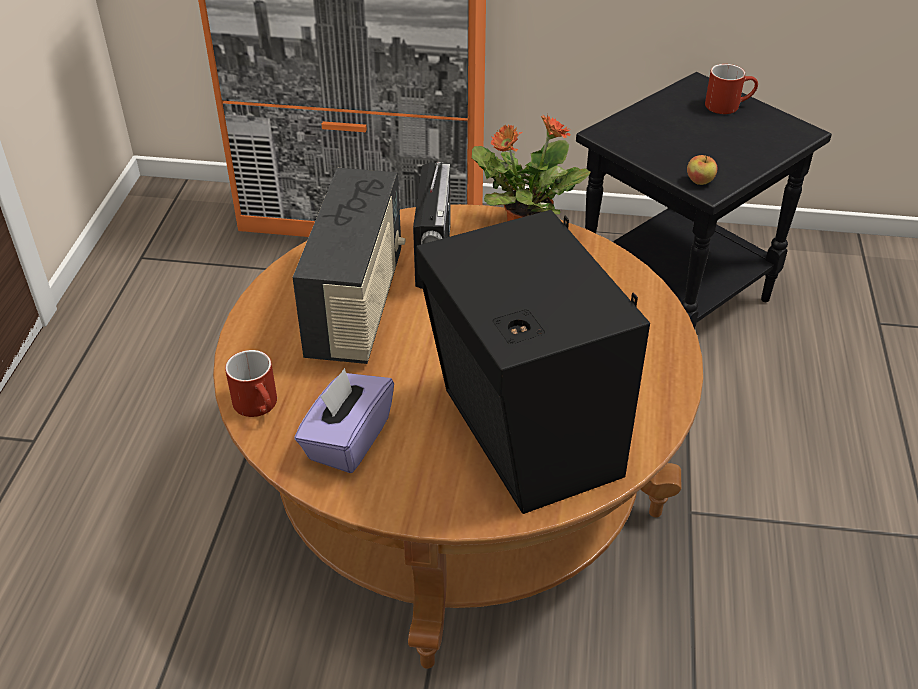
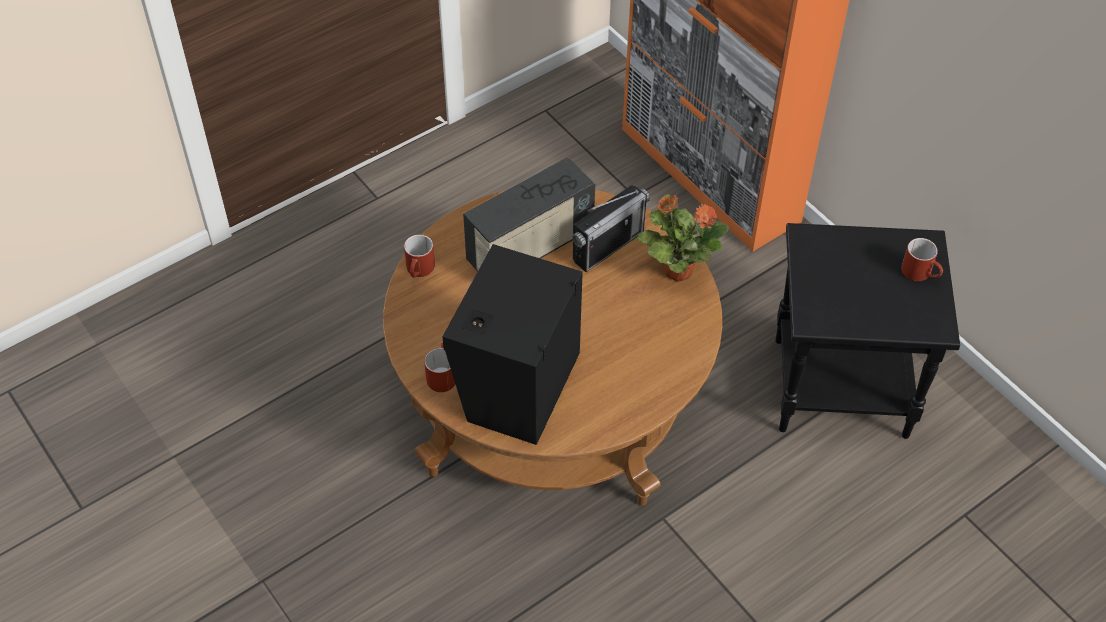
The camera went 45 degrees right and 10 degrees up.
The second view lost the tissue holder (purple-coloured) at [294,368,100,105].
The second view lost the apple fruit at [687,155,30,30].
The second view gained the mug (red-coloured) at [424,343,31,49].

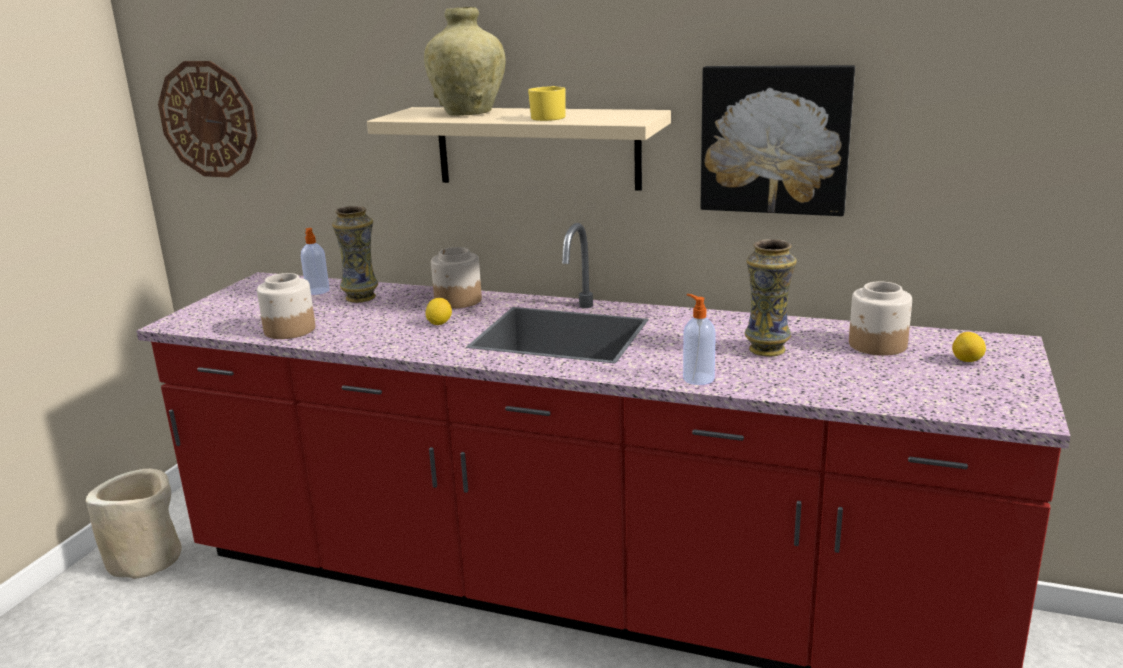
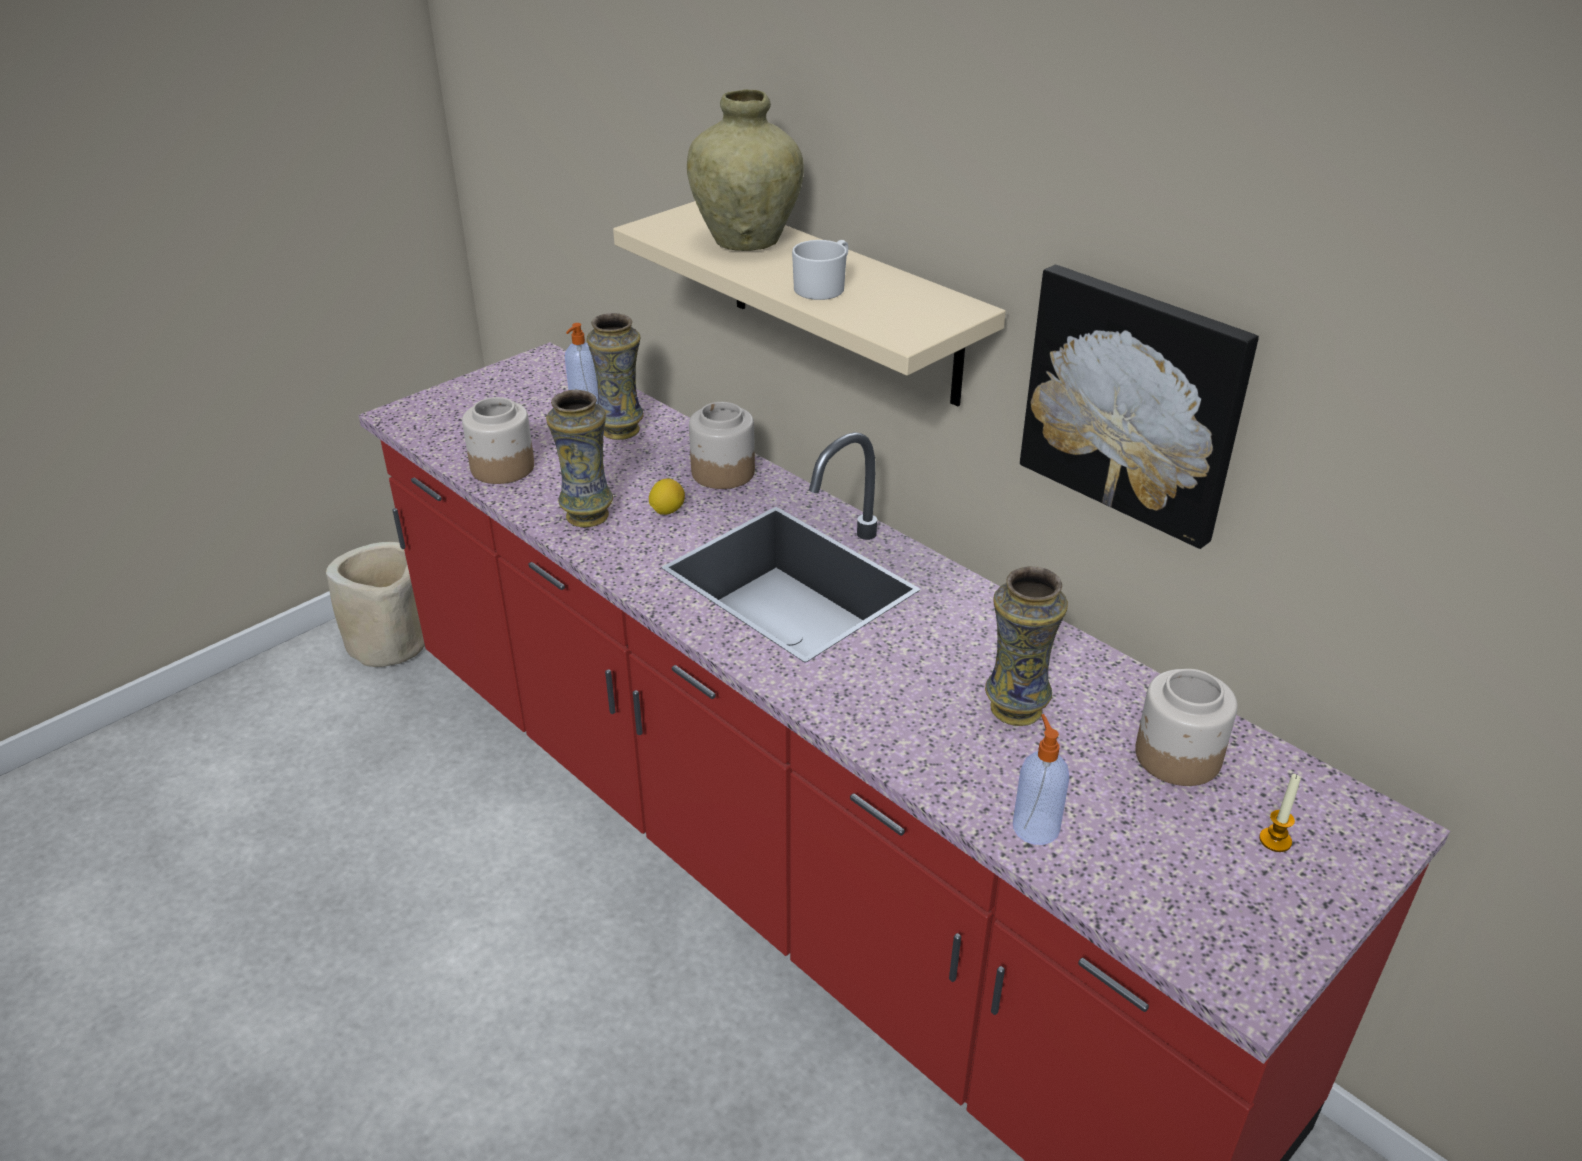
The camera went 25 degrees right and 15 degrees up.
The second view lost the wall clock at [158,61,100,116].
The second view gained the flower vase at [546,390,67,137].
The soap bottle ended up elsewhere, having gone from [683,294,33,91] to [1013,714,56,131].
Where the lemon stood at [952,332,34,30], the wax candle came to stand at [1259,774,41,78].
What was the mug (yellowish) at [528,86,38,35] turned into the mug (white-coloured) at [792,240,56,60].

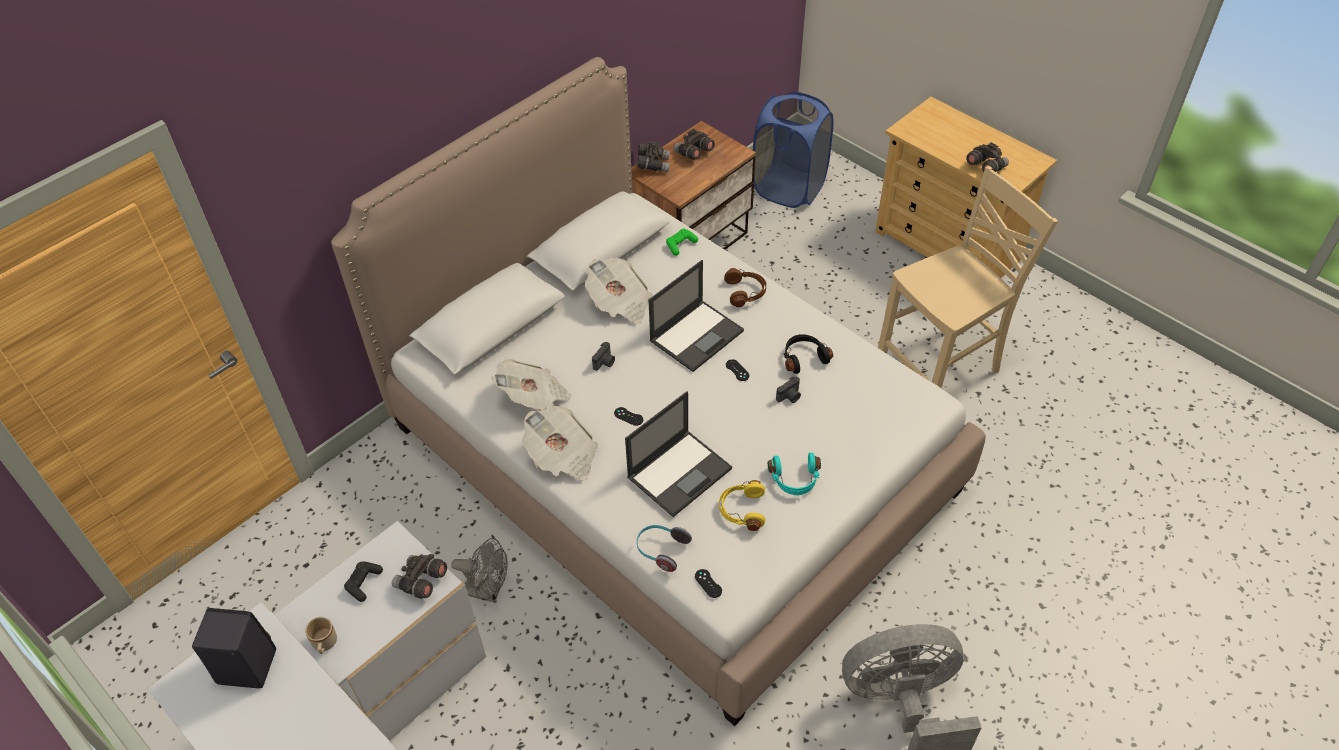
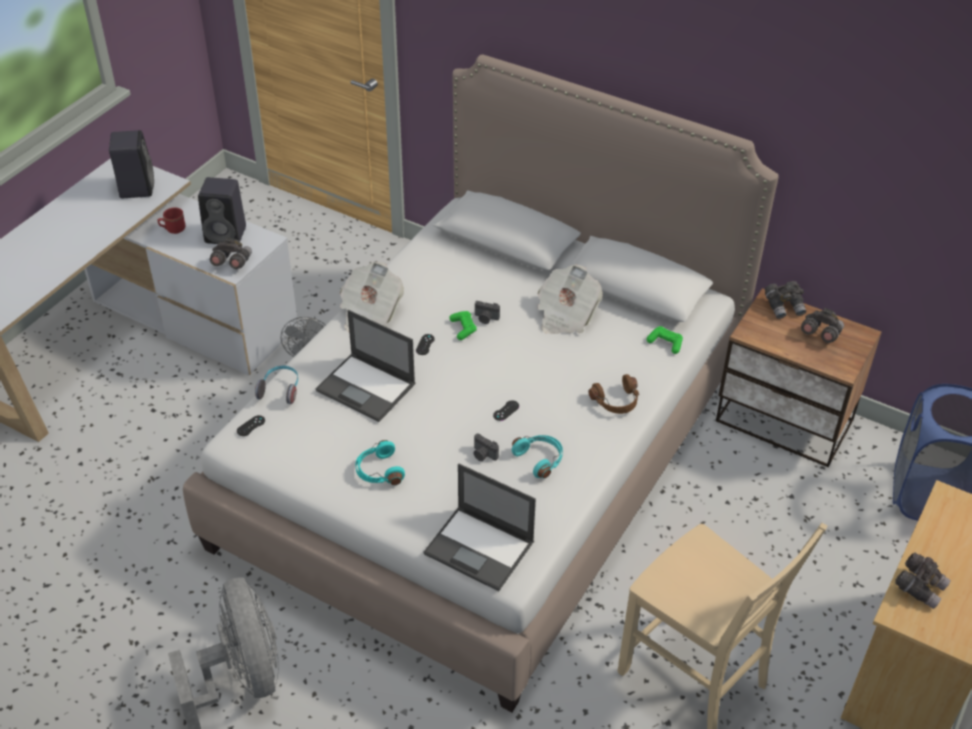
The camera went 75 degrees right and 5 degrees down.
The second view lost the printed paper at [492,359,79,52].
The second view lost the headset (yellowish) at [719,480,47,51].
The second view gained the joypad (greenish) at [449,311,28,29].
The laptop ended up elsewhere, having gone from [649,260,95,112] to [423,464,113,127].
Where the joypad (black) stood at [344,562,39,40], the audio speaker (black) came to stand at [198,177,48,67].
What was the mug (beige-coloured) at [305,617,32,37] turned into the mug (red-coloured) at [157,208,28,26].
What was the headset (black) at [784,334,49,40] turned into the headset (turquoise-coloured) at [512,435,51,44].

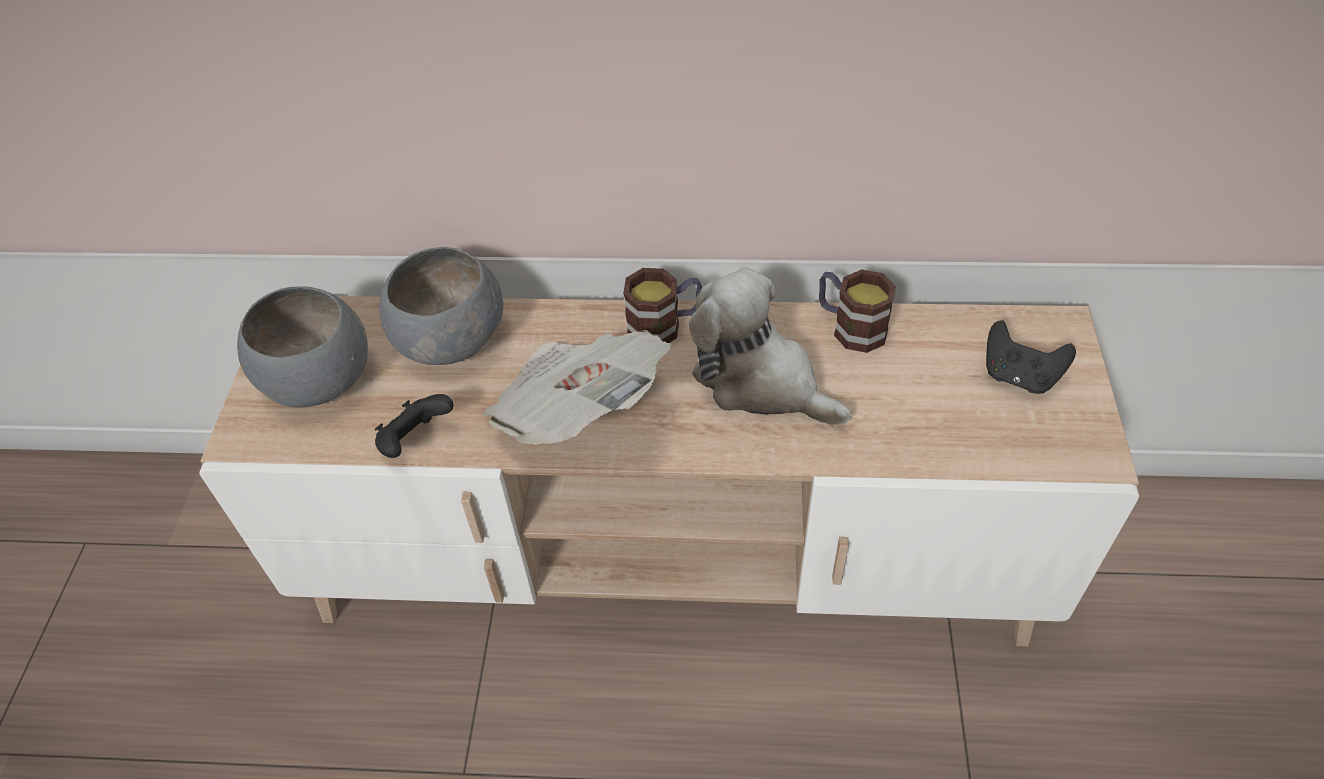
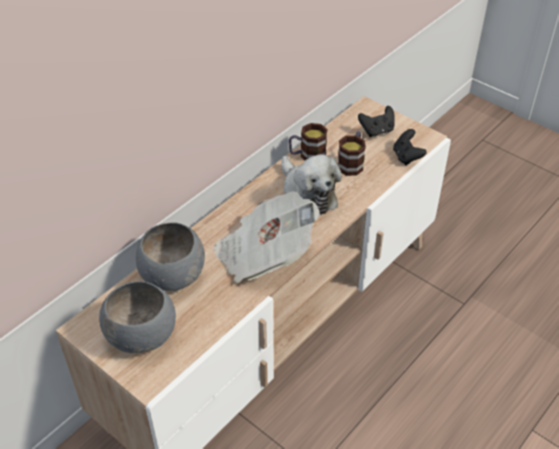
The camera went 55 degrees left and 5 degrees down.
The joypad (black) ended up elsewhere, having gone from [375,394,78,64] to [393,129,34,36].
The mug ended up elsewhere, having gone from [623,268,79,75] to [338,132,28,44].
The soft toy at [688,267,163,158] ended up facing another way, 105 degrees counterclockwise from before.

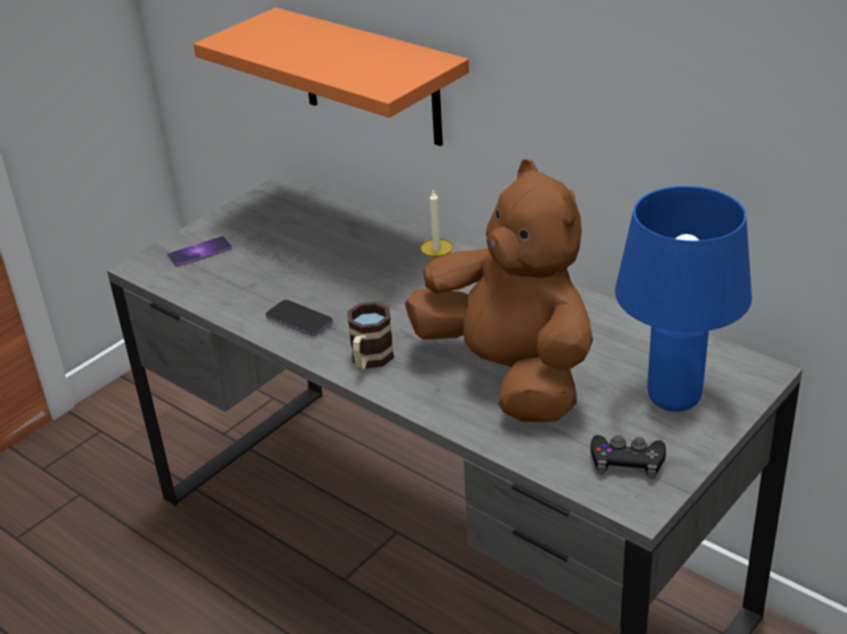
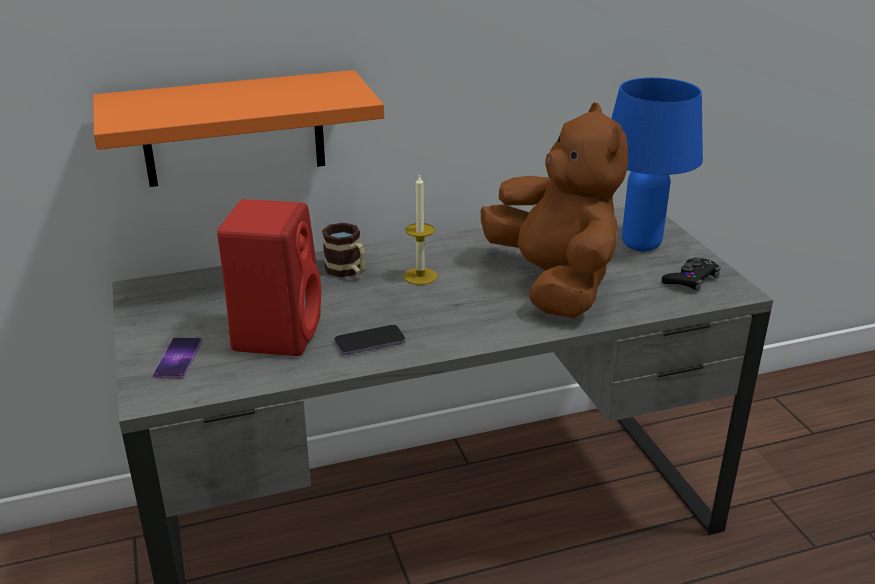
The camera went 60 degrees left and 5 degrees down.
The second view gained the audio speaker (red-coloured) at [217,199,104,157].
The mug ended up elsewhere, having gone from [347,302,47,68] to [322,223,43,54].
The soft toy (brown-coloured) at [405,159,188,263] ended up facing another way, 75 degrees clockwise from before.

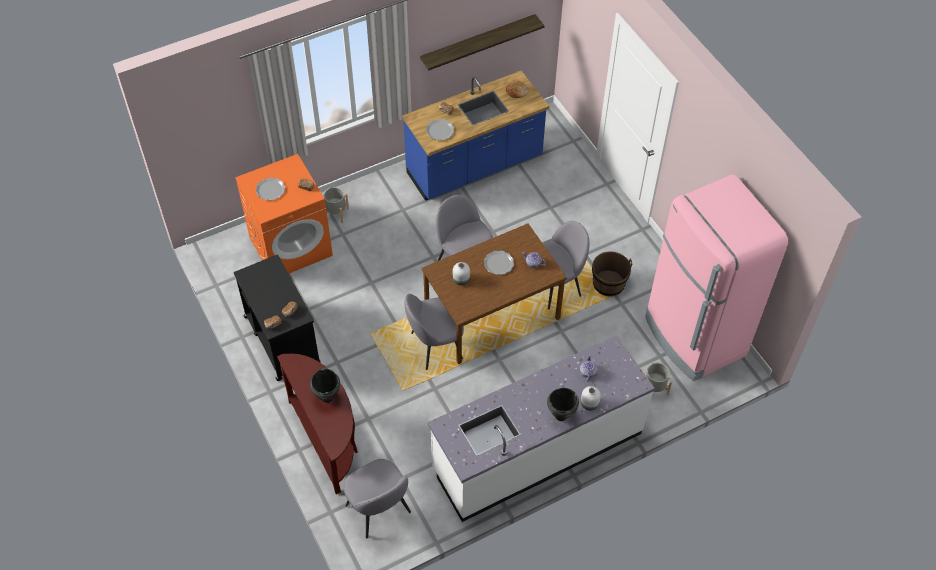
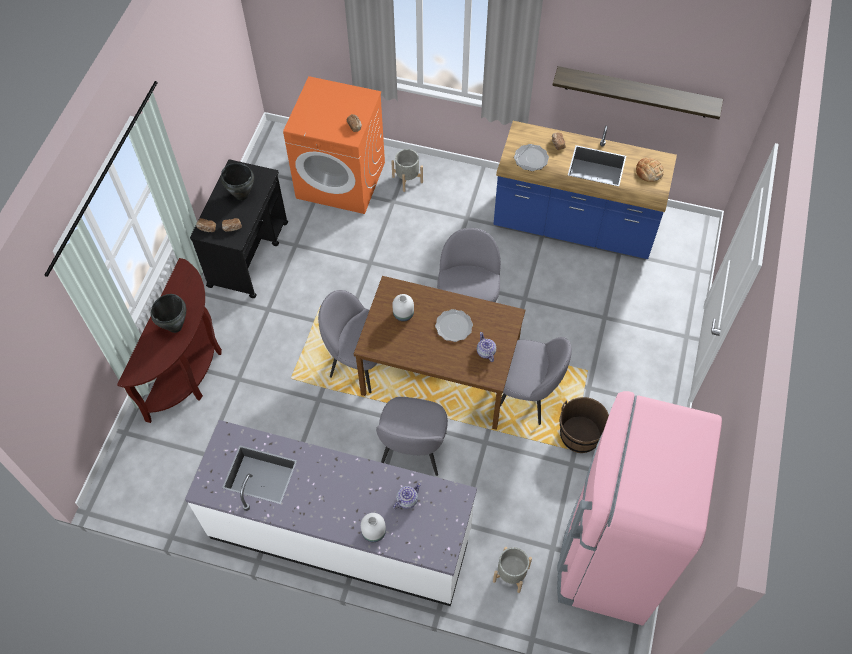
The camera went 45 degrees right and 5 degrees up.
The second view lost the flat dish at [255,178,31,22].
The upright chair (grey) ended up elsewhere, having gone from [344,459,67,79] to [376,397,72,79].
The saucepot (black) ended up elsewhere, having gone from [547,388,32,33] to [221,163,33,38].

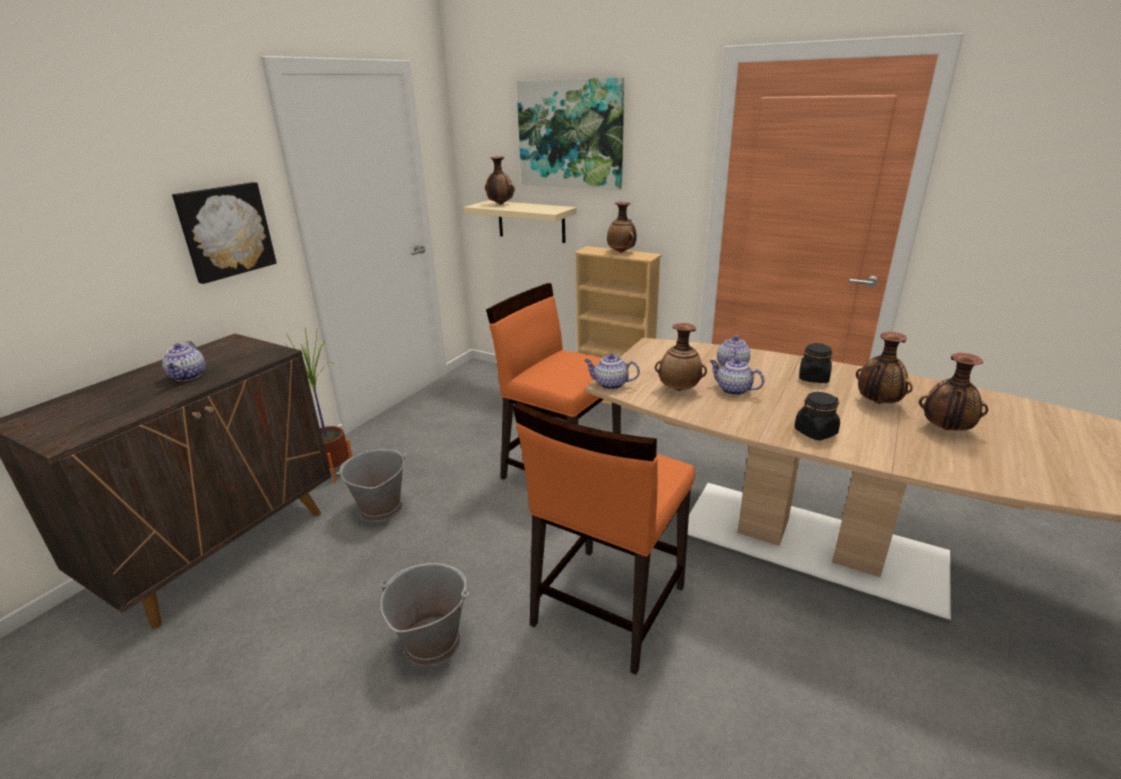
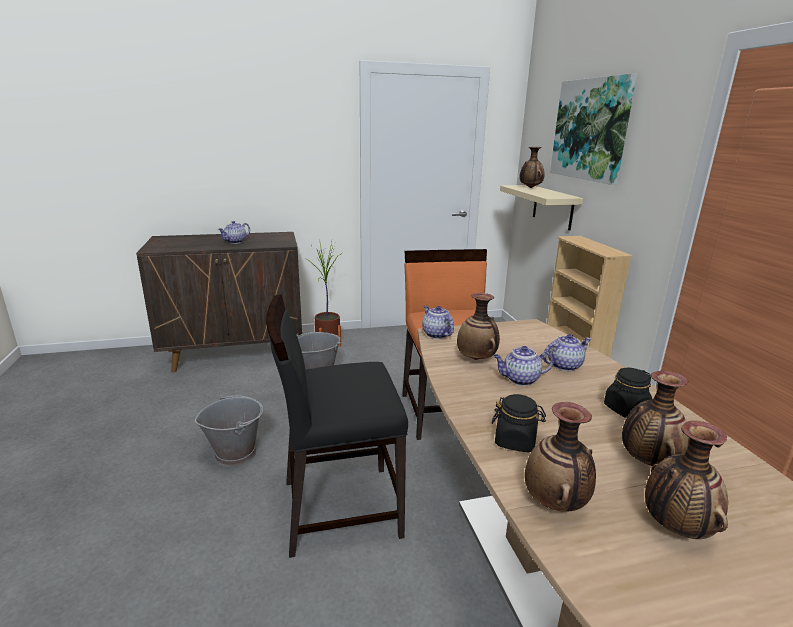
The camera went 45 degrees right and 5 degrees down.
The second view lost the wall art at [172,182,105,102].
The flower vase ended up elsewhere, having gone from [607,202,30,51] to [525,402,71,110].
What was the upright chair (orangey) at [513,402,182,273] turned into the upright chair (black) at [267,294,141,264].
The pot for tea at [710,358,55,37] ended up facing another way, 90 degrees counterclockwise from before.

